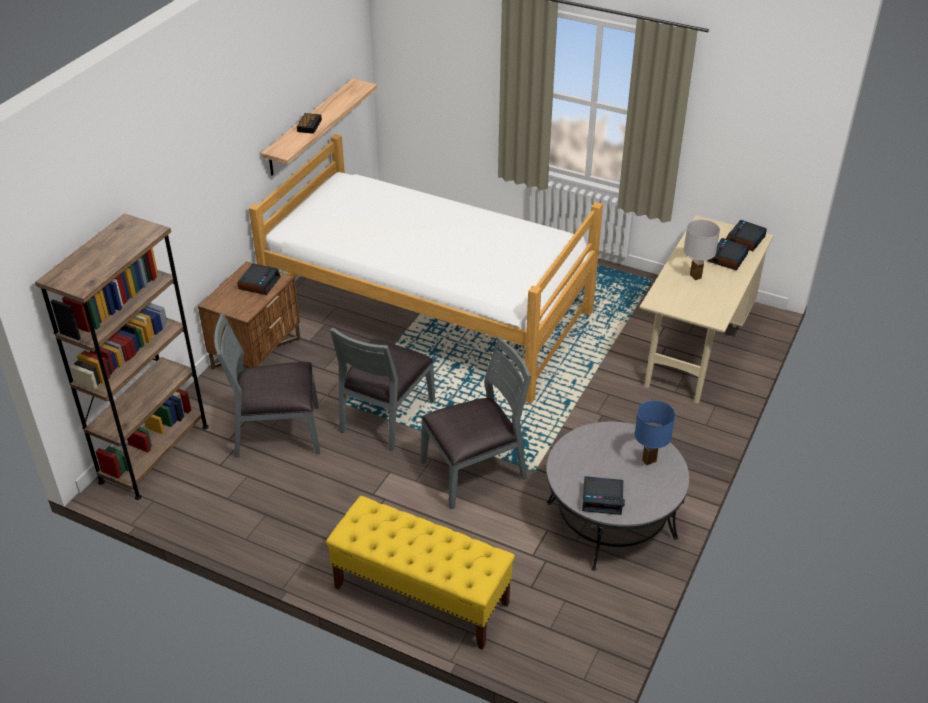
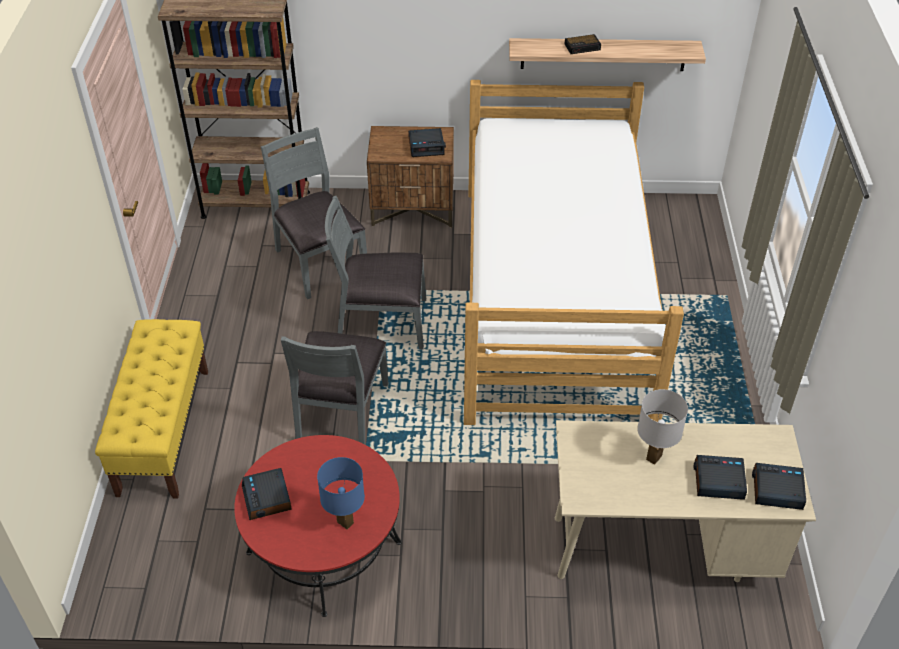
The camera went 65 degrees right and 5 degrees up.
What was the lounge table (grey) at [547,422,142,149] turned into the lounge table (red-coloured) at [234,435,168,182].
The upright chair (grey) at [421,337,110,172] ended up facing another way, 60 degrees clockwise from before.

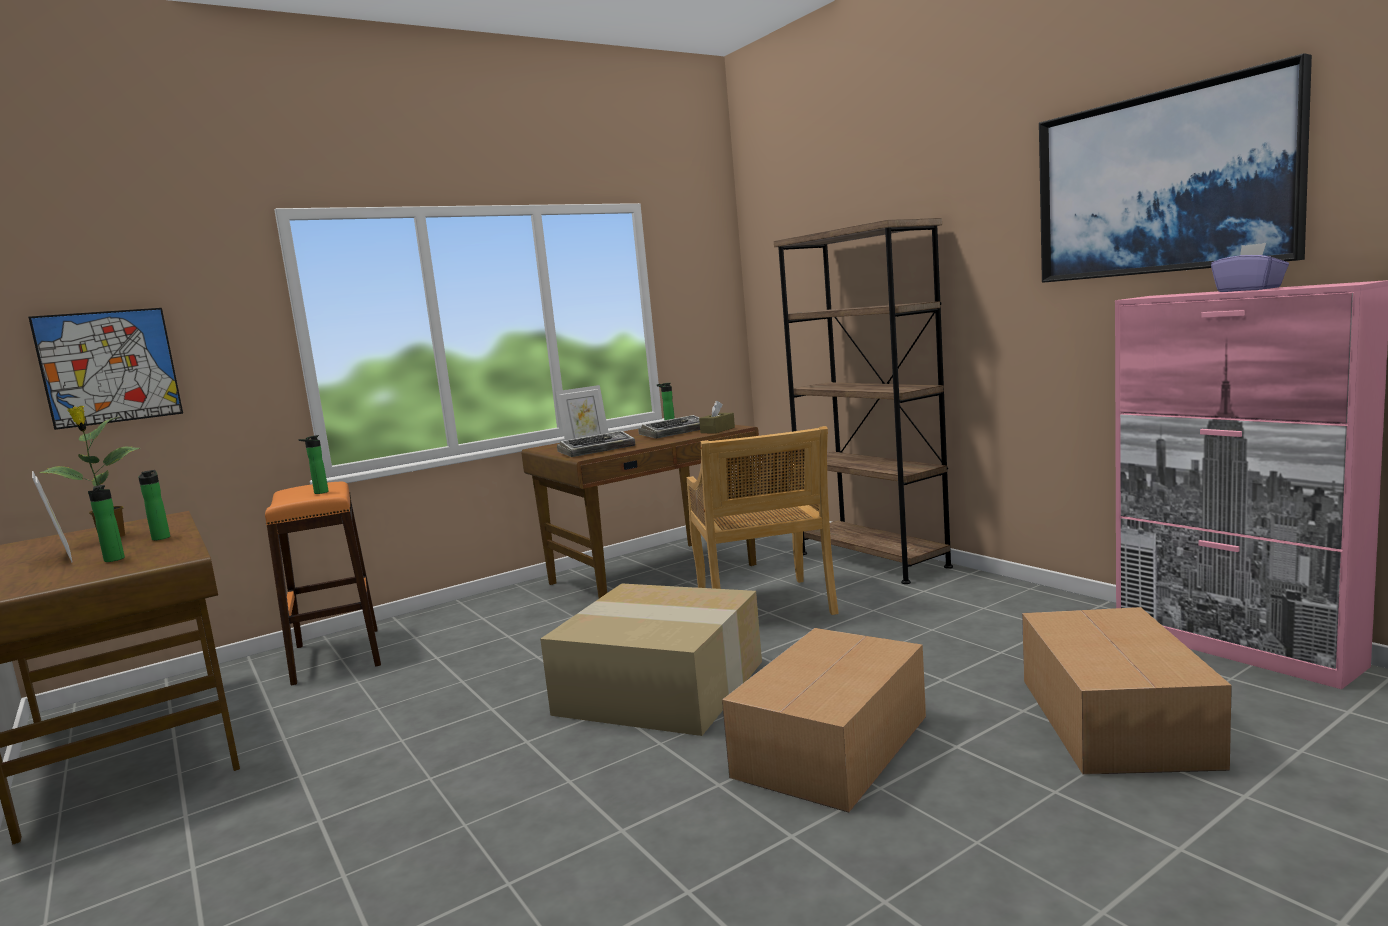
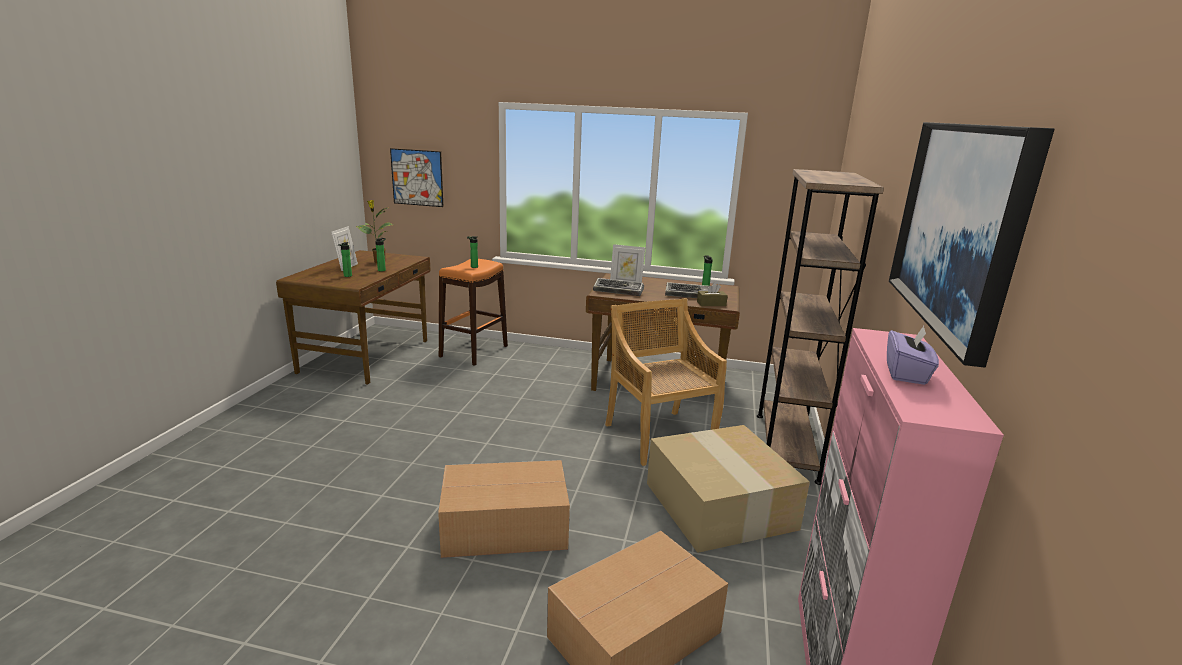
The camera went 45 degrees right and 10 degrees up.
The carton ended up elsewhere, having gone from [540,583,222,153] to [647,425,163,128].
The upright chair (beige-coloured) at [687,426,152,189] ended up facing another way, 120 degrees clockwise from before.

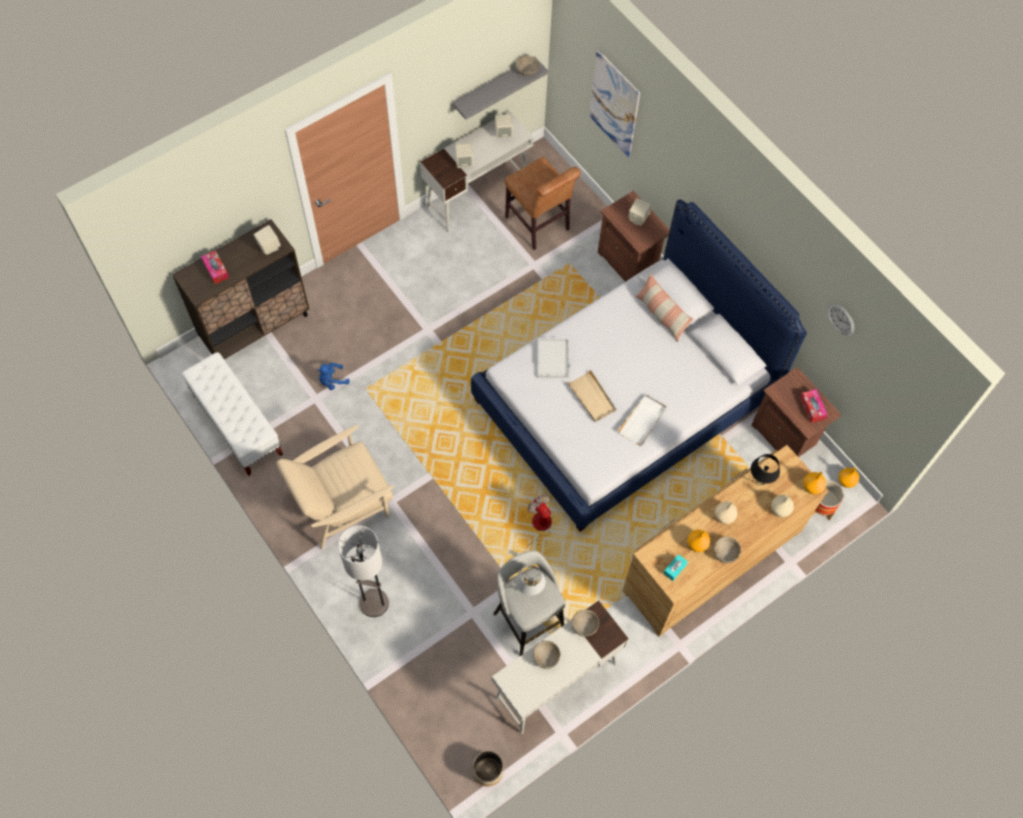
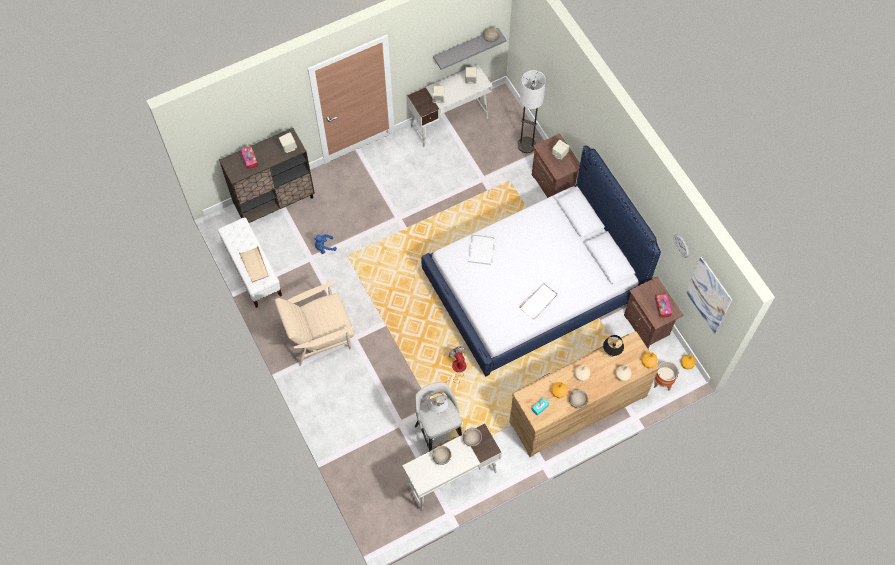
The camera went 10 degrees right and 0 degrees up.
The second view lost the plant pot at [473,751,30,35].
The second view lost the upright chair (brown-coloured) at [505,157,76,93].
The second view lost the cushion at [635,273,58,69].
The standard lamp ended up elsewhere, having gone from [338,526,51,91] to [517,70,29,83].
The tray (beige-coloured) ended up elsewhere, having gone from [568,370,48,52] to [239,246,30,37].
The wall art ended up elsewhere, having gone from [589,49,51,109] to [686,256,46,78].

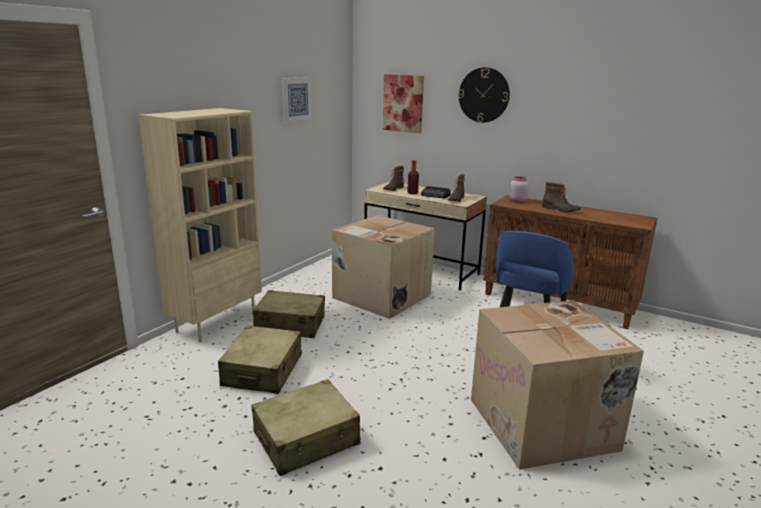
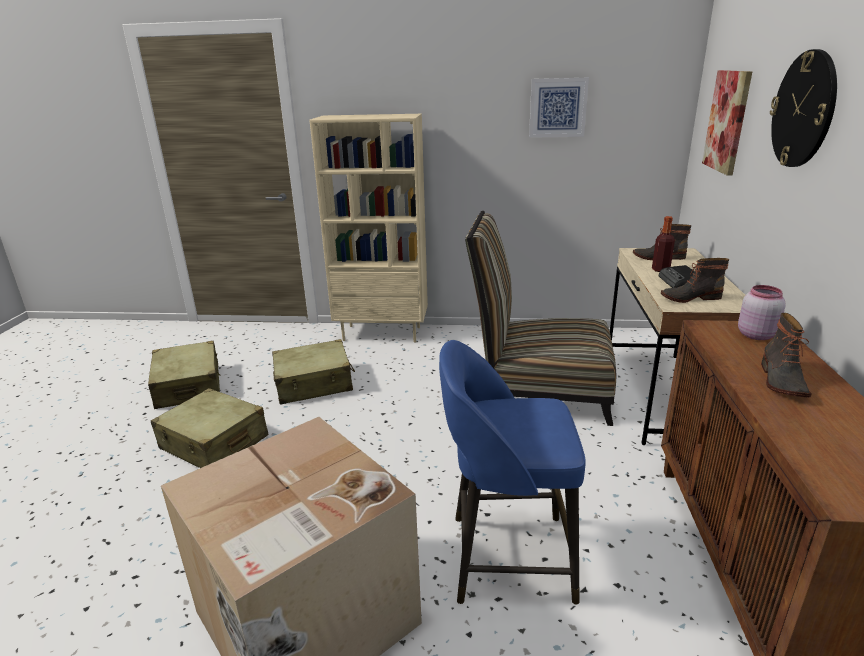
The camera went 65 degrees right and 5 degrees up.
The piece of luggage (beige-coloured) ended up elsewhere, having gone from [253,290,72,48] to [148,341,72,68].
Where the carton stood at [332,215,103,104], the upright chair came to stand at [465,211,152,215].

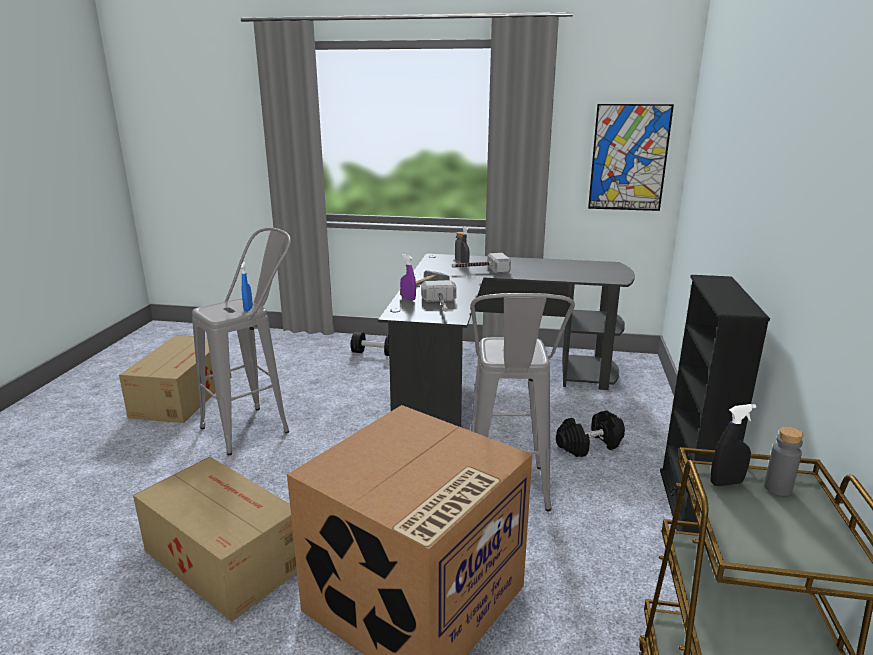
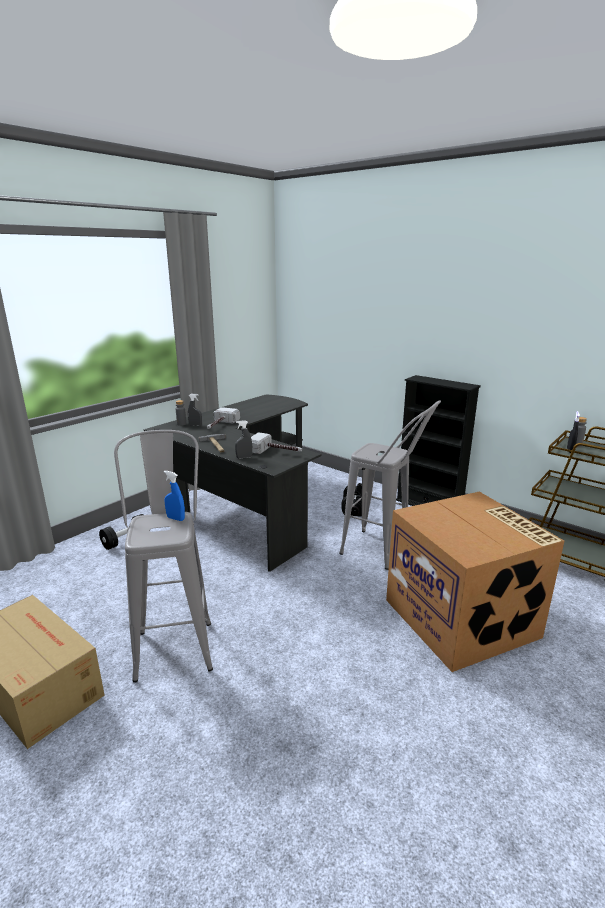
The camera went 60 degrees left and 0 degrees up.
The second view lost the carton at [133,457,164,165].
The second view lost the wall art at [588,104,86,107].
What was the hand sprayer (purple-coloured) at [400,254,16,47] turned into the hand sprayer (grey) at [235,420,17,39].

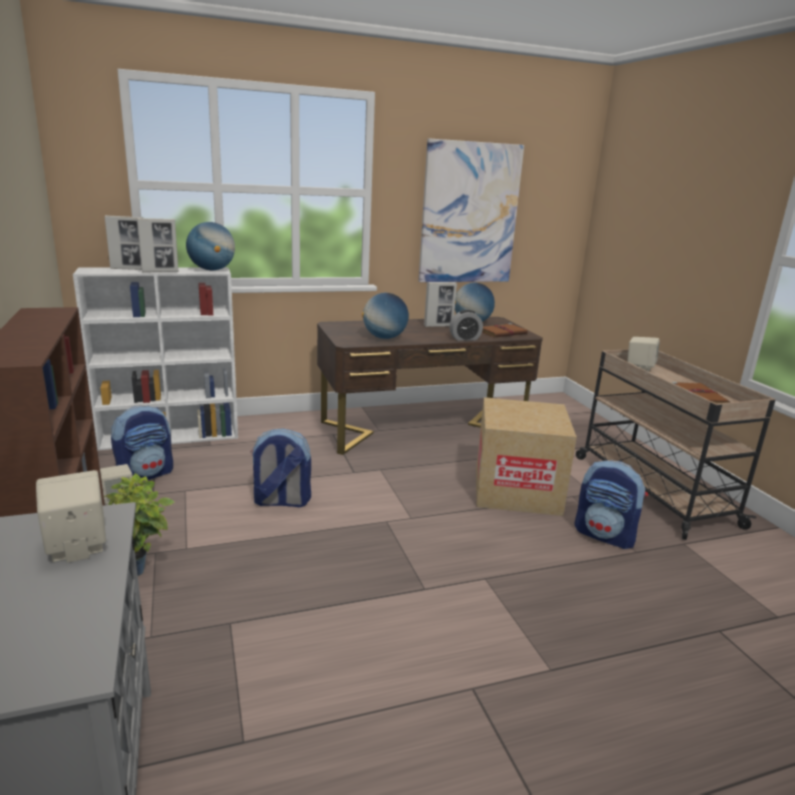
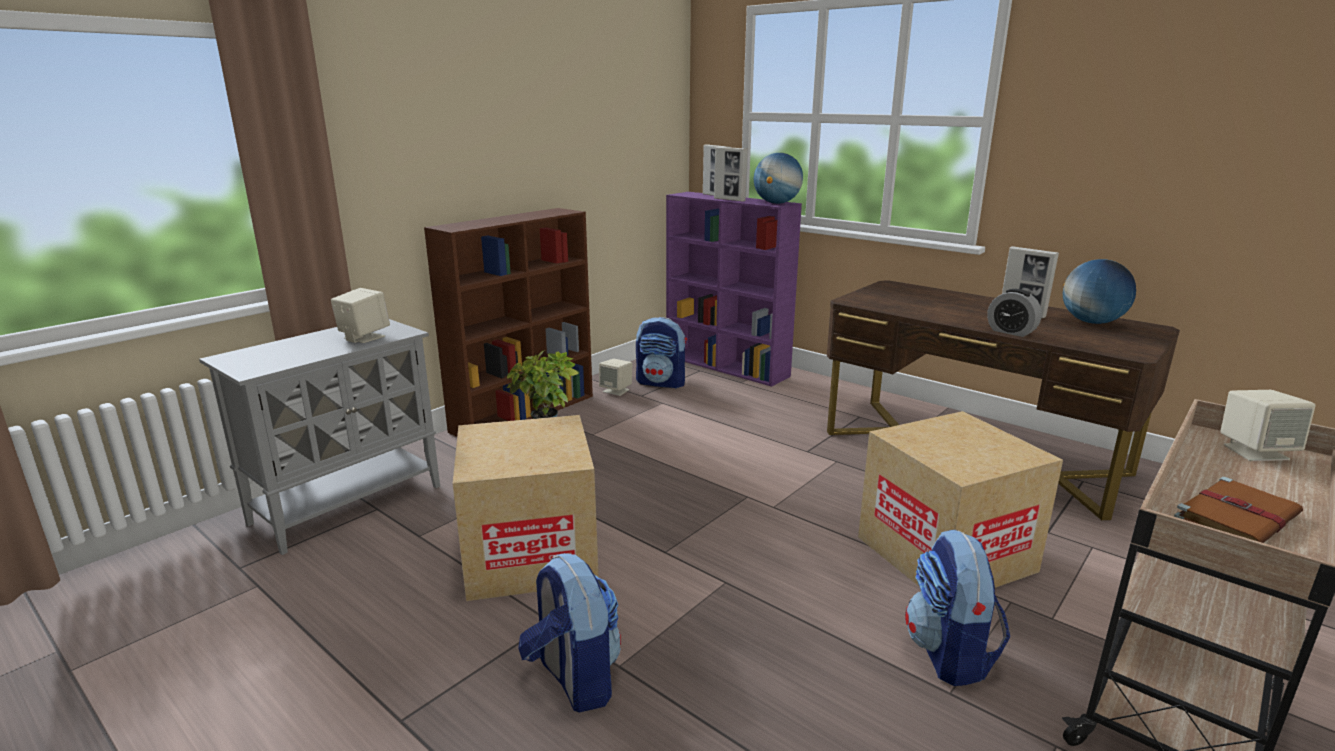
The camera went 60 degrees right and 0 degrees up.
The second view lost the desk globe at [362,293,47,46].
The second view lost the wall art at [419,138,105,144].
The second view lost the book (brown-coloured) at [482,323,46,15].
The second view gained the carton at [453,415,146,186].
The knapsack ended up elsewhere, having gone from [250,428,61,79] to [518,553,103,160].
What was the bookcase (white-coloured) at [73,267,165,183] turned into the bookcase (purple-coloured) at [666,192,136,195].

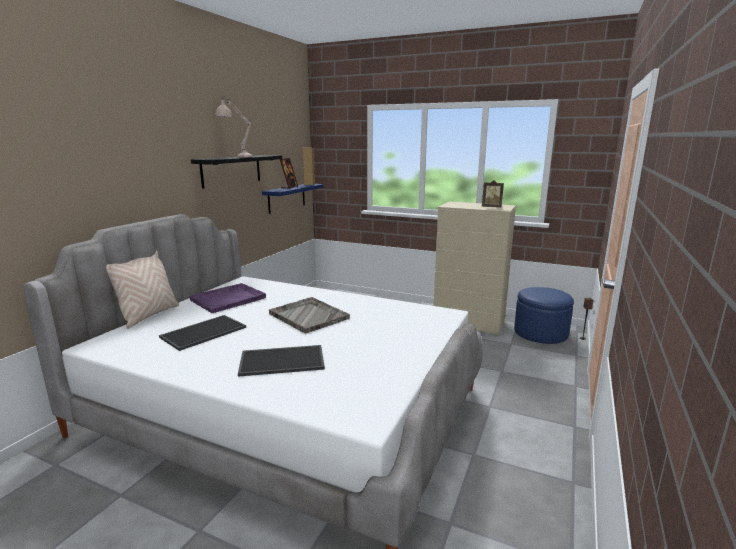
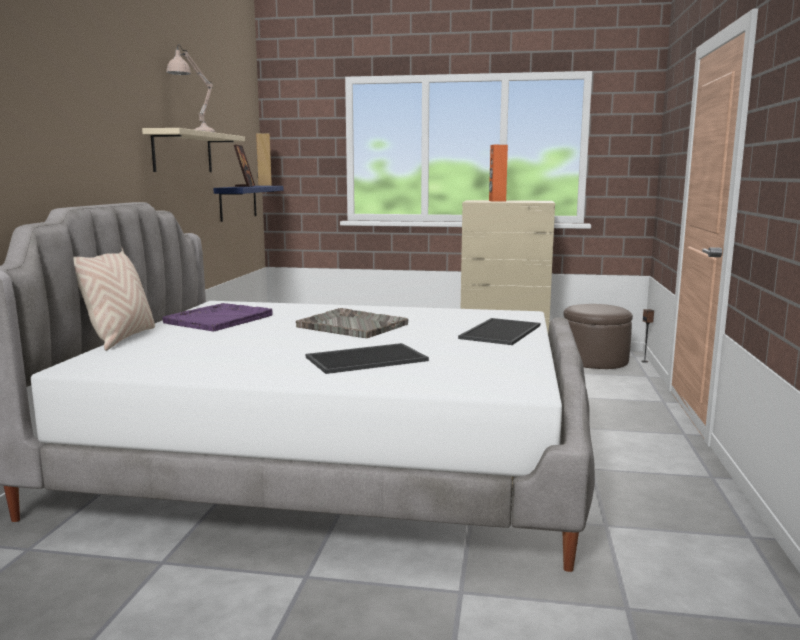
The camera went 15 degrees left and 5 degrees down.
The second view lost the photo frame at [482,180,22,28].
The second view gained the audio speaker (orangey) at [489,145,19,57].
The tray ended up elsewhere, having gone from [159,315,87,36] to [458,318,82,27].
What was the wall shelf (black) at [191,155,91,34] turned into the wall shelf (beige-coloured) at [142,128,103,44].
What was the ottoman (blue) at [514,287,60,57] turned into the ottoman (brown-coloured) at [564,304,69,65].

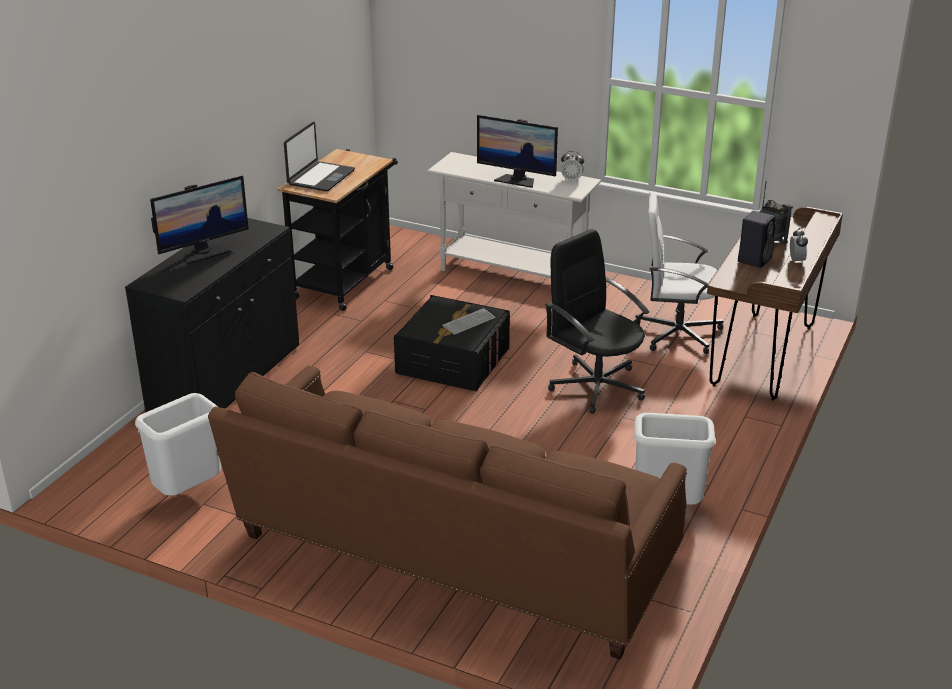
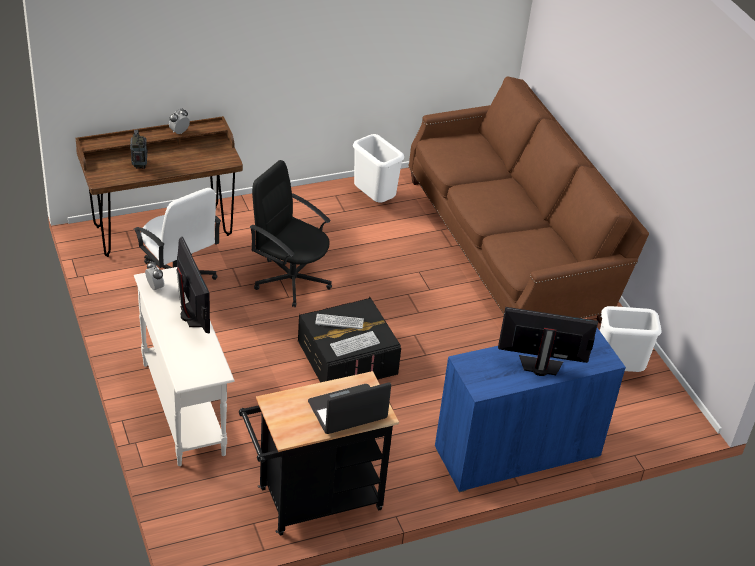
The camera went 140 degrees left and 10 degrees up.
The second view lost the audio speaker (black) at [738,211,37,57].
The second view gained the PC keyboard at [330,331,50,26].
What was the storage cabinet (black) at [125,218,174,194] turned into the storage cabinet (blue) at [435,328,191,165].
The computer chair (black) at [545,229,104,185] ended up facing another way, 120 degrees clockwise from before.

